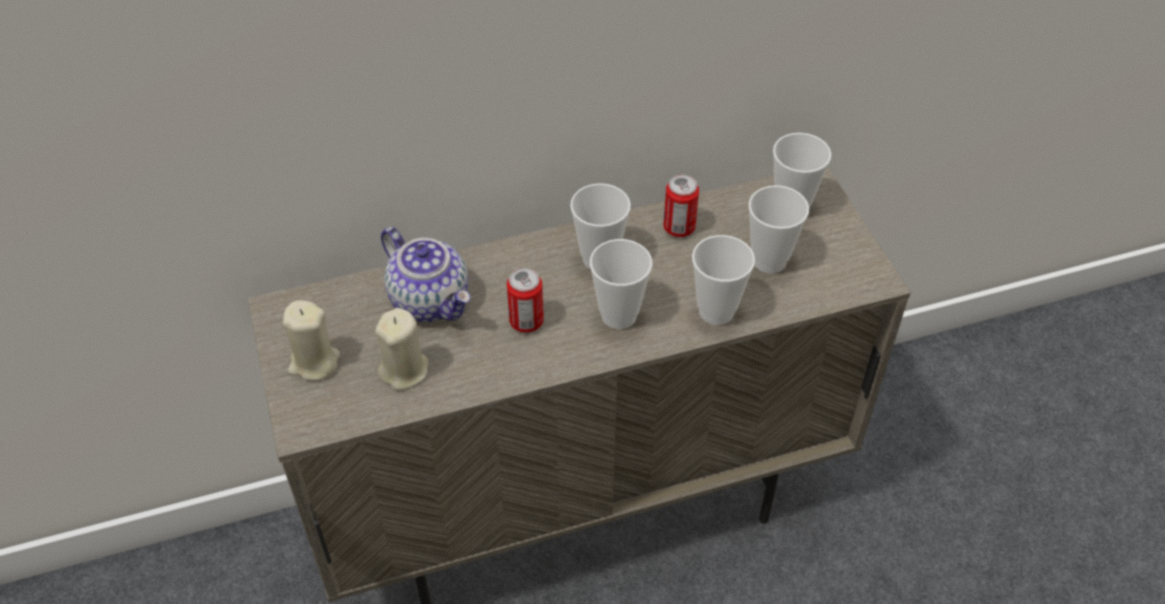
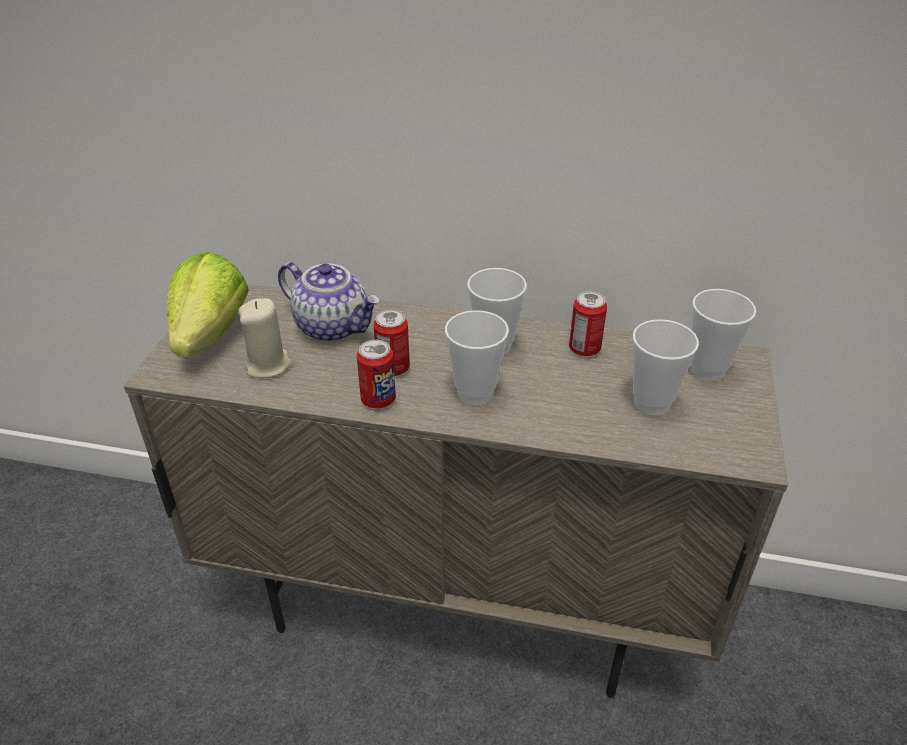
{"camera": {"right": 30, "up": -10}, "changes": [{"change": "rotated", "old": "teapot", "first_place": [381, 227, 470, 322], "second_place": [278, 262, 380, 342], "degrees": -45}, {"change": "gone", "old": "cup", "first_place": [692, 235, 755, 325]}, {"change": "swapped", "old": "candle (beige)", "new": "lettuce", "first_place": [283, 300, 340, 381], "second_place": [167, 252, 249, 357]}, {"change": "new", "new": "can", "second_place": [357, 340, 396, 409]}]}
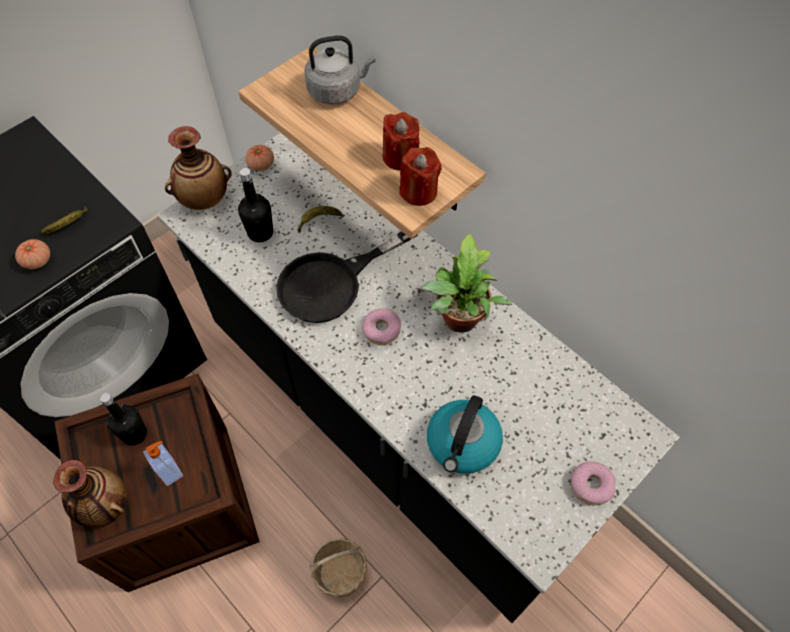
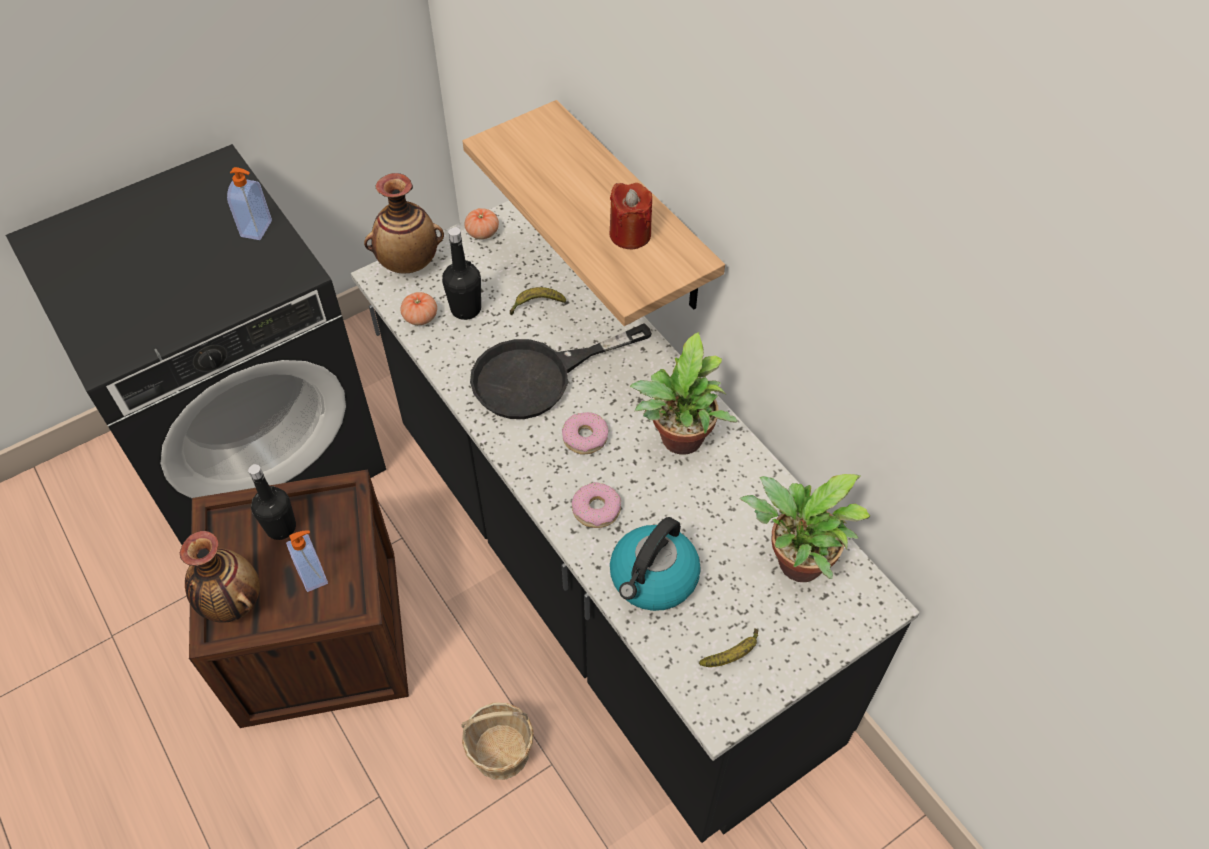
{"camera": {"right": 10, "up": -5}, "changes": [{"change": "gone", "old": "kettle (grey)", "first_place": [304, 35, 376, 104]}, {"change": "gone", "old": "candle (red)", "first_place": [399, 147, 442, 206]}, {"change": "shifted", "old": "banana", "first_place": [41, 206, 88, 234], "second_place": [699, 628, 758, 667]}, {"change": "shifted", "old": "tomato", "first_place": [15, 239, 50, 270], "second_place": [400, 292, 437, 325]}, {"change": "shifted", "old": "donut", "first_place": [570, 462, 616, 505], "second_place": [572, 482, 621, 528]}, {"change": "new", "new": "soap dispenser", "second_place": [227, 167, 272, 240]}, {"change": "new", "new": "potted plant", "second_place": [739, 474, 870, 582]}]}
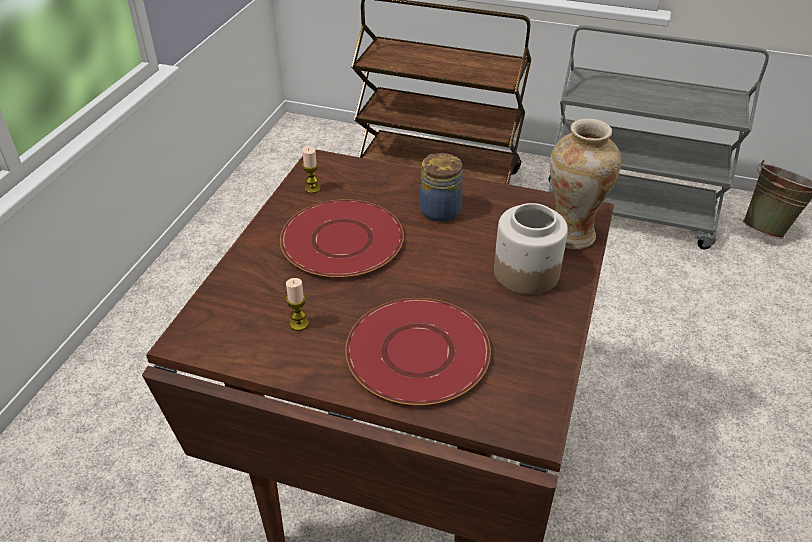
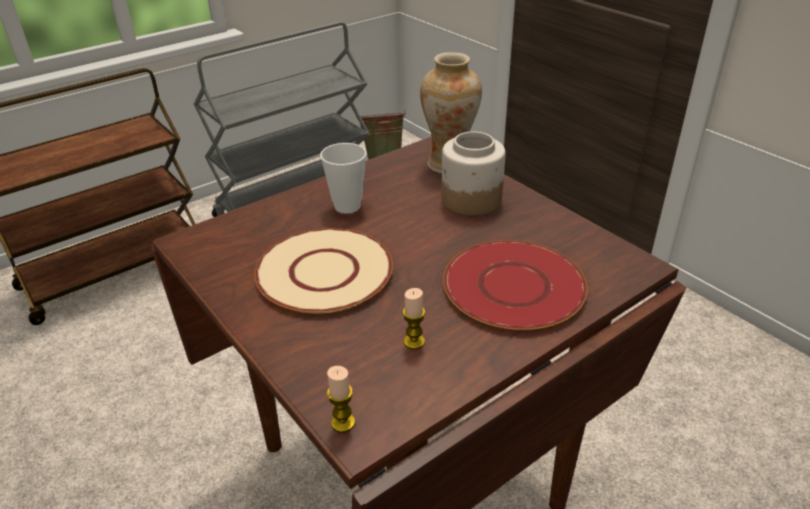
{"camera": {"right": -55, "up": -5}, "changes": [{"change": "shifted", "old": "candle", "first_place": [302, 146, 320, 193], "second_place": [327, 366, 355, 433]}, {"change": "swapped", "old": "jar", "new": "cup", "first_place": [419, 153, 463, 222], "second_place": [320, 143, 367, 213]}, {"change": "repainted", "old": "plate (red)", "new": "plate (beige)", "first_place": [280, 199, 404, 278], "second_place": [254, 228, 393, 313]}]}
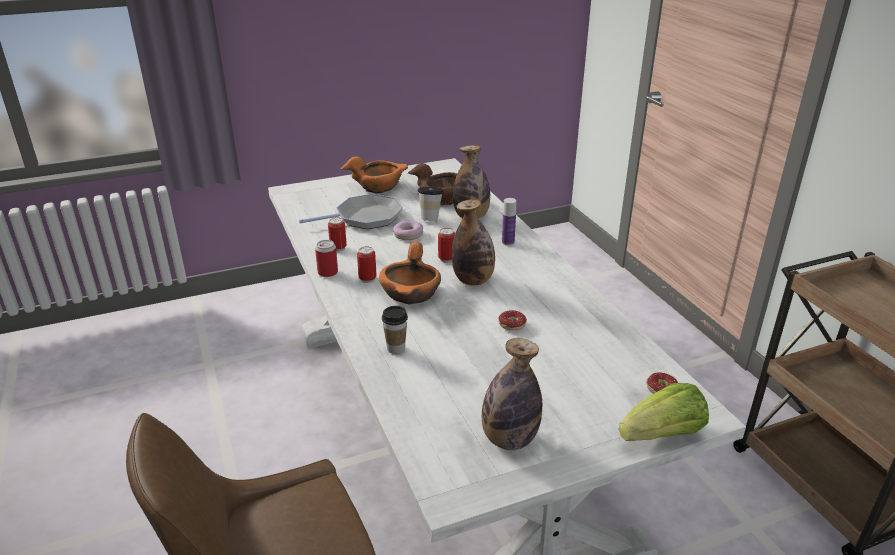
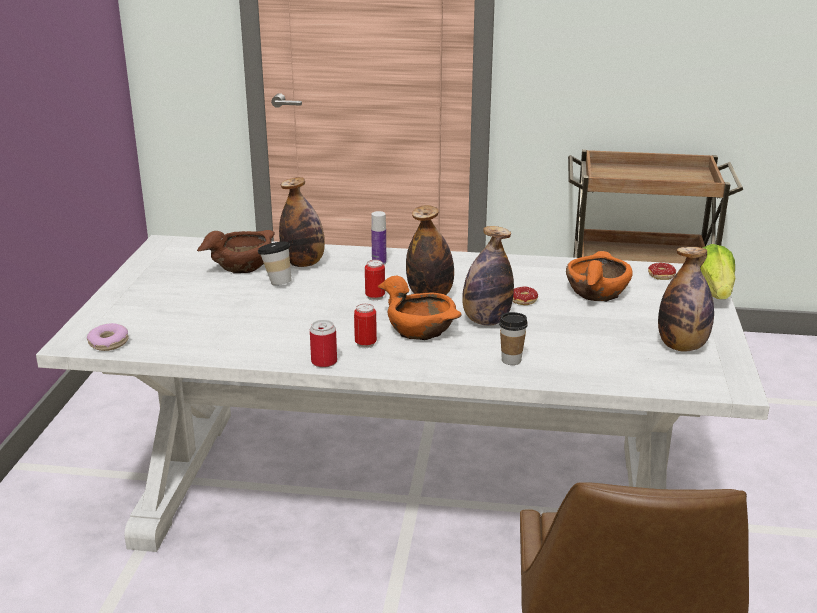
{"camera": {"right": -60, "up": -5}, "changes": [{"change": "shifted", "old": "bowl (orange)", "first_place": [341, 156, 408, 193], "second_place": [566, 251, 633, 302]}, {"change": "gone", "old": "frying pan", "first_place": [299, 194, 403, 229]}, {"change": "gone", "old": "can", "first_place": [328, 217, 347, 252]}, {"change": "shifted", "old": "donut", "first_place": [393, 221, 423, 240], "second_place": [87, 323, 129, 351]}, {"change": "new", "new": "bottle", "second_place": [462, 226, 514, 326]}]}
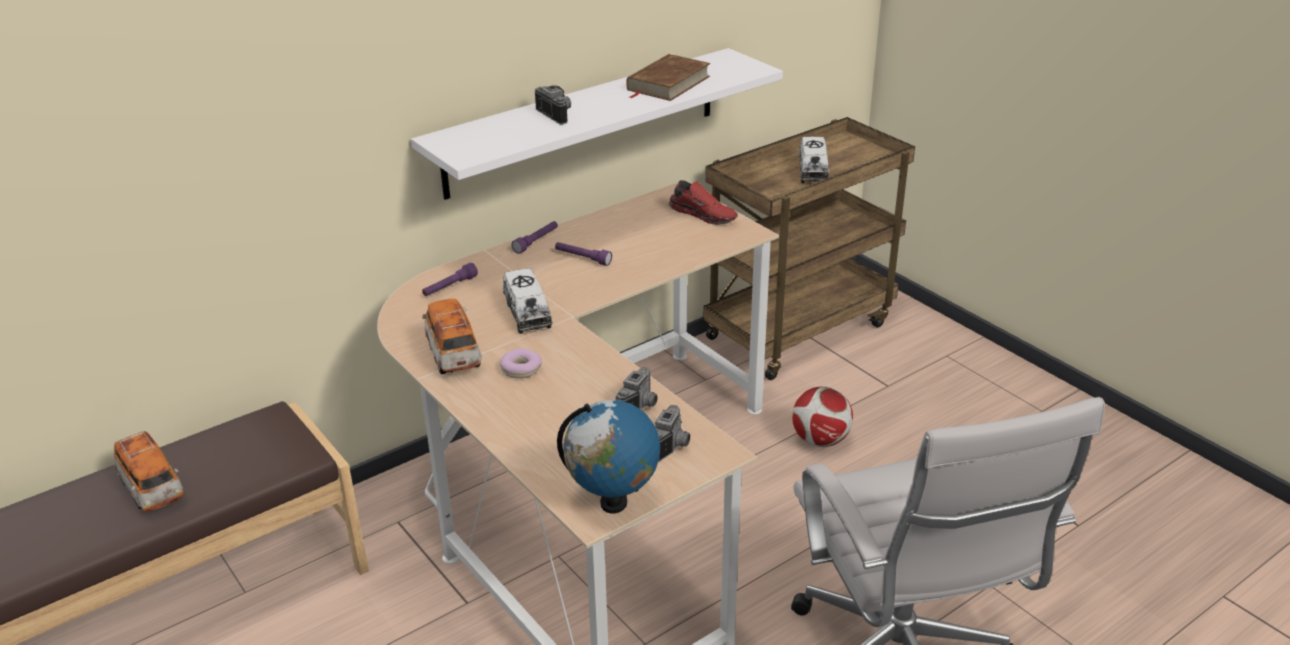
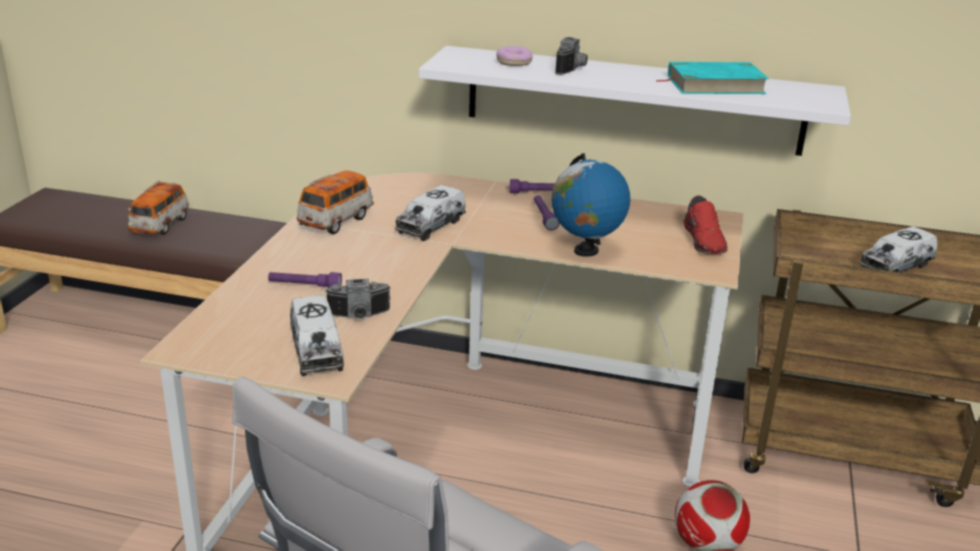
{"camera": {"right": 50, "up": -5}, "changes": [{"change": "repainted", "old": "book (brown)", "new": "book (turquoise)", "first_place": [626, 54, 711, 101], "second_place": [657, 62, 769, 94]}, {"change": "shifted", "old": "flashlight (purple)", "first_place": [422, 263, 478, 296], "second_place": [268, 272, 342, 288]}, {"change": "shifted", "old": "donut", "first_place": [500, 348, 542, 378], "second_place": [496, 46, 533, 66]}, {"change": "shifted", "old": "globe", "first_place": [557, 400, 660, 514], "second_place": [551, 153, 630, 257]}, {"change": "swapped", "old": "photo camera", "new": "toy truck", "first_place": [655, 405, 690, 462], "second_place": [290, 295, 344, 376]}]}
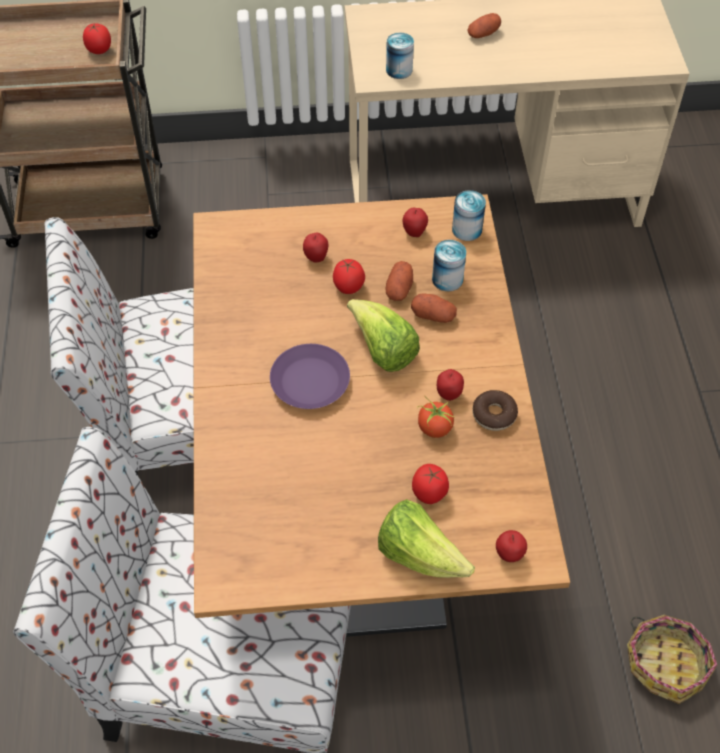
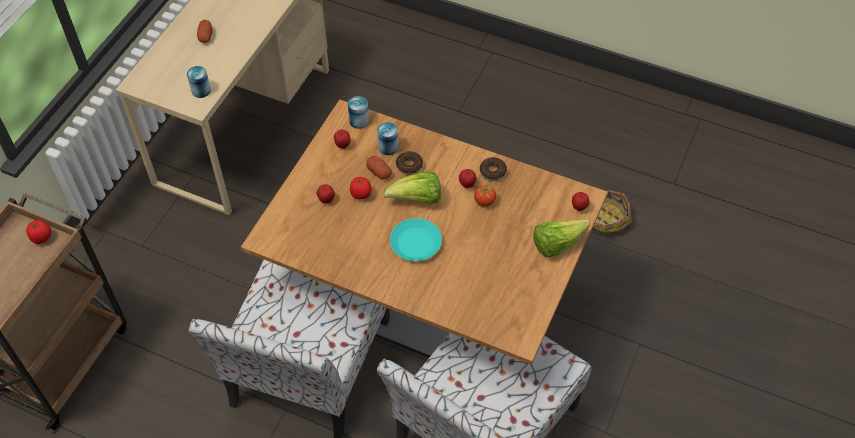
{"camera": {"right": -60, "up": 0}, "changes": [{"change": "swapped", "old": "potato", "new": "donut", "first_place": [411, 293, 457, 323], "second_place": [396, 151, 423, 175]}, {"change": "repainted", "old": "plate (purple)", "new": "plate (turquoise)", "first_place": [270, 344, 350, 409], "second_place": [390, 218, 442, 261]}, {"change": "gone", "old": "tomato", "first_place": [412, 464, 449, 504]}]}
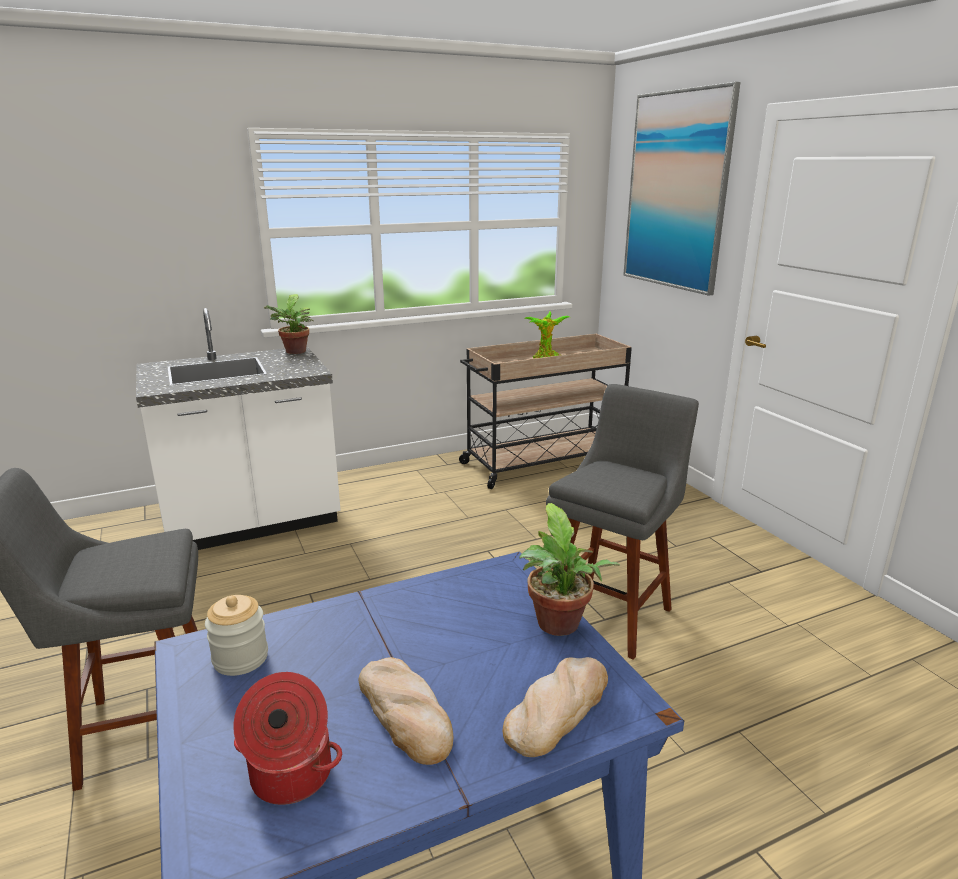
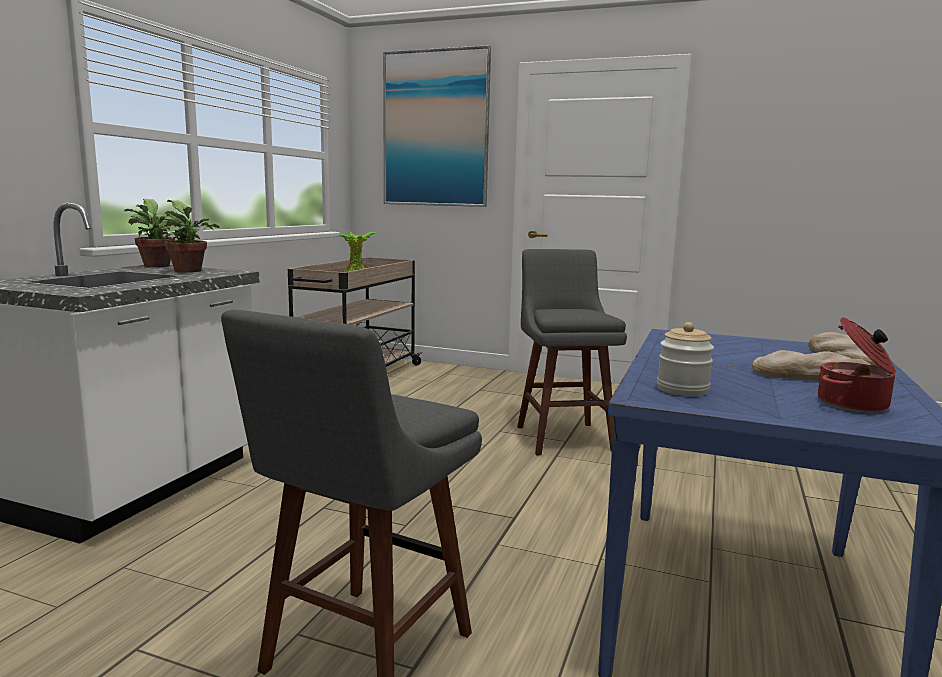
{"camera": {"right": -45, "up": -10}, "changes": [{"change": "shifted", "old": "potted plant", "first_place": [519, 503, 620, 636], "second_place": [161, 200, 220, 273]}]}
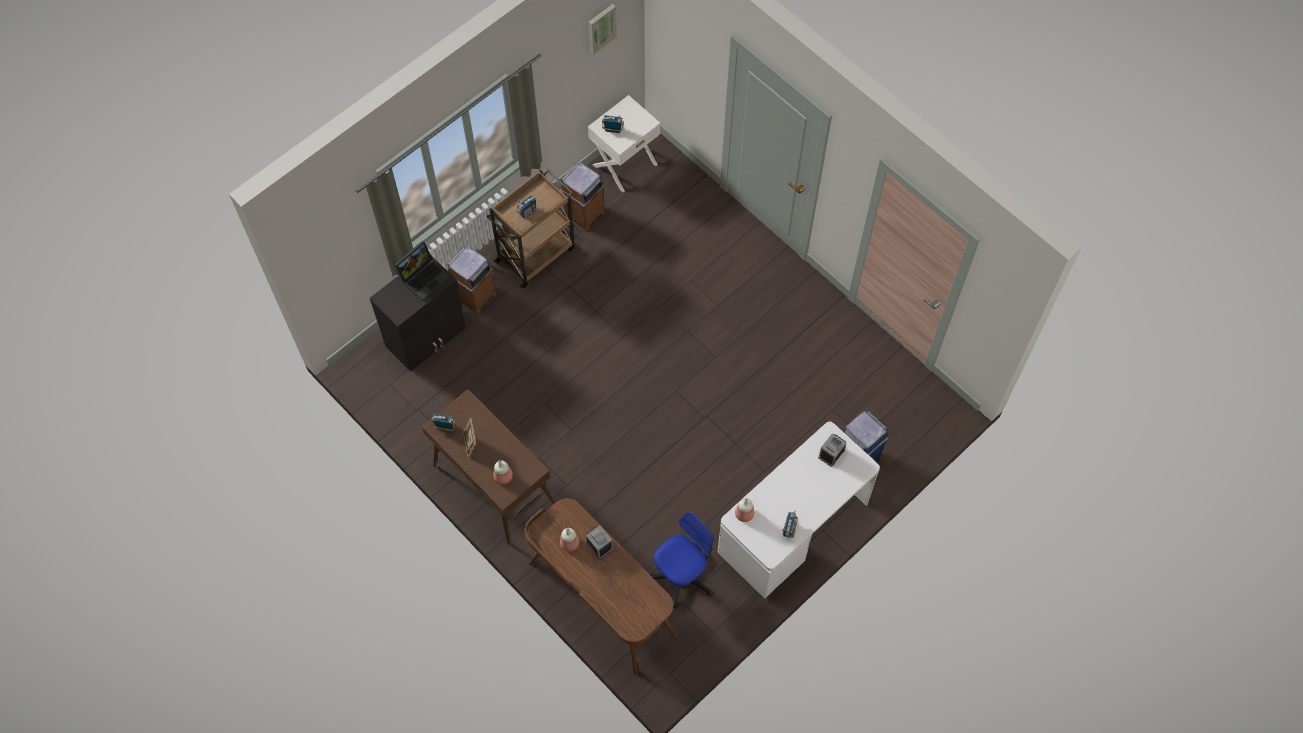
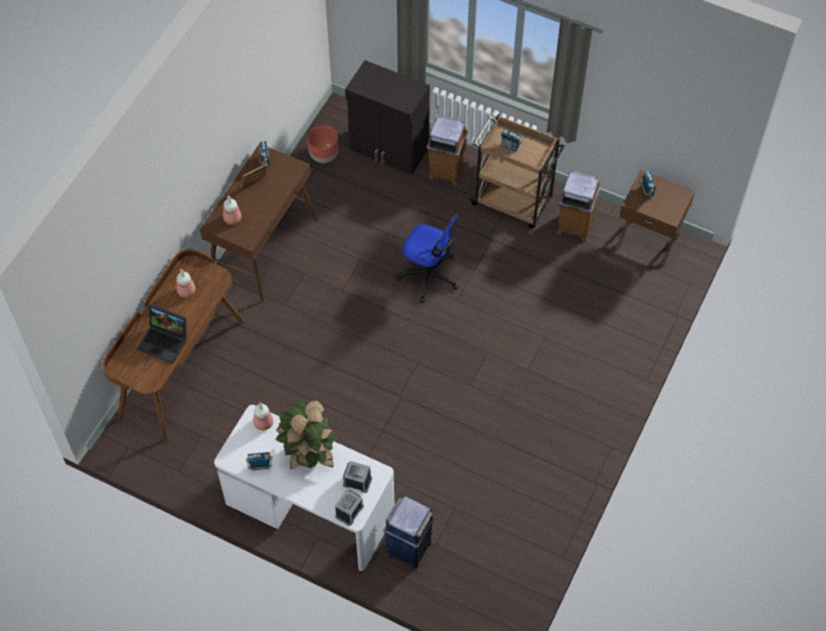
{"camera": {"right": 70, "up": -5}, "changes": [{"change": "gone", "old": "picture", "first_place": [589, 4, 617, 55]}, {"change": "repainted", "old": "nightstand (white)", "new": "nightstand (brown)", "first_place": [588, 95, 660, 192], "second_place": [616, 170, 695, 268]}, {"change": "shifted", "old": "laptop", "first_place": [394, 241, 450, 301], "second_place": [137, 304, 187, 364]}, {"change": "shifted", "old": "office chair", "first_place": [649, 512, 714, 608], "second_place": [396, 214, 459, 303]}, {"change": "shifted", "old": "alarm clock", "first_place": [586, 525, 613, 559], "second_place": [335, 489, 364, 526]}, {"change": "new", "new": "planter (brown)", "second_place": [307, 125, 338, 163]}, {"change": "new", "new": "potted plant", "second_place": [275, 400, 338, 470]}]}
